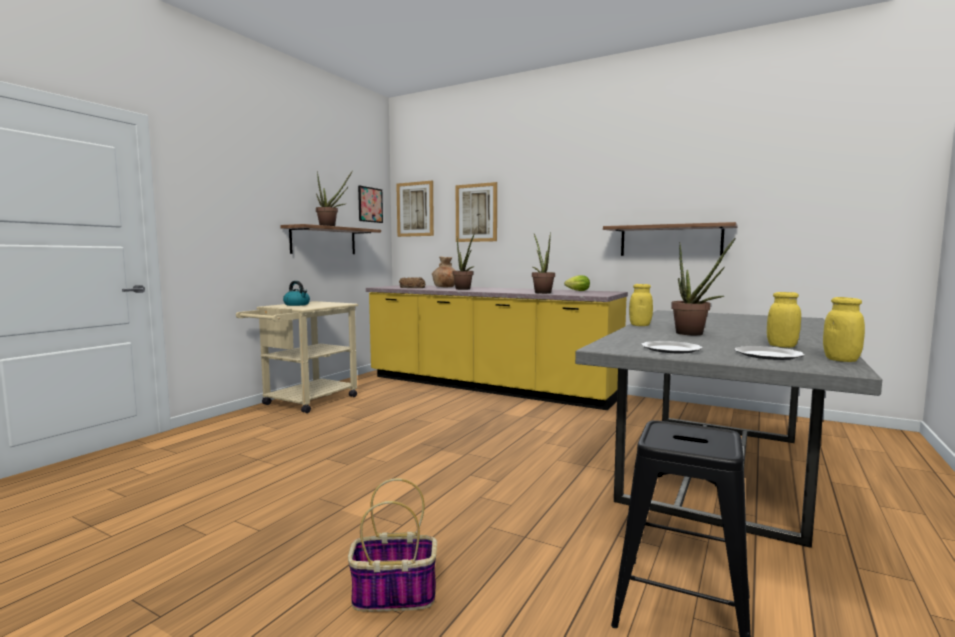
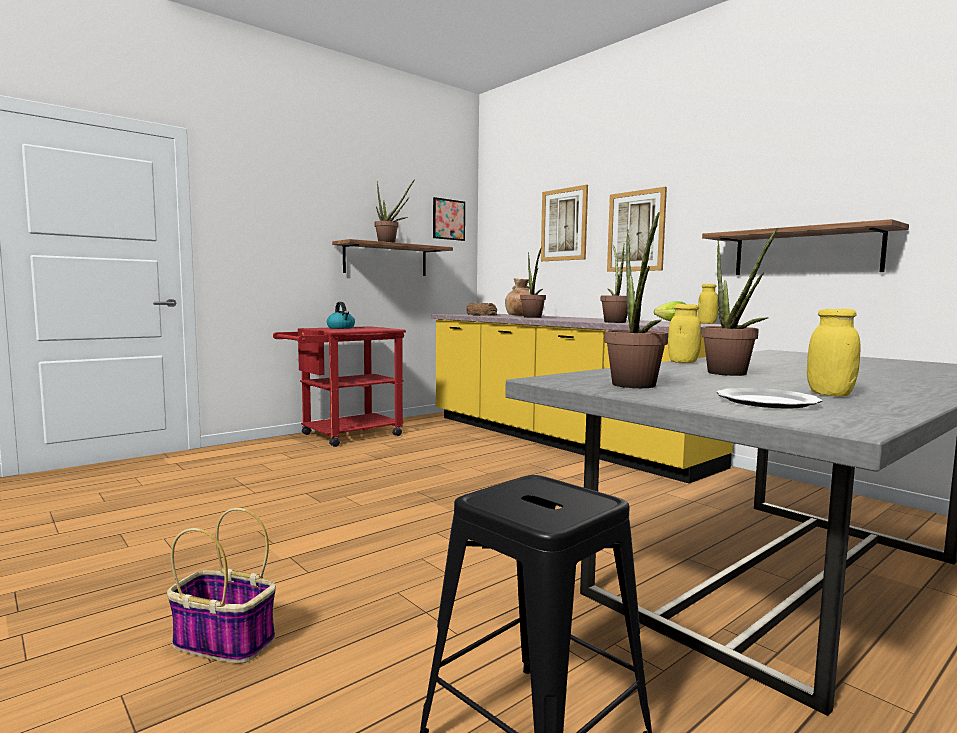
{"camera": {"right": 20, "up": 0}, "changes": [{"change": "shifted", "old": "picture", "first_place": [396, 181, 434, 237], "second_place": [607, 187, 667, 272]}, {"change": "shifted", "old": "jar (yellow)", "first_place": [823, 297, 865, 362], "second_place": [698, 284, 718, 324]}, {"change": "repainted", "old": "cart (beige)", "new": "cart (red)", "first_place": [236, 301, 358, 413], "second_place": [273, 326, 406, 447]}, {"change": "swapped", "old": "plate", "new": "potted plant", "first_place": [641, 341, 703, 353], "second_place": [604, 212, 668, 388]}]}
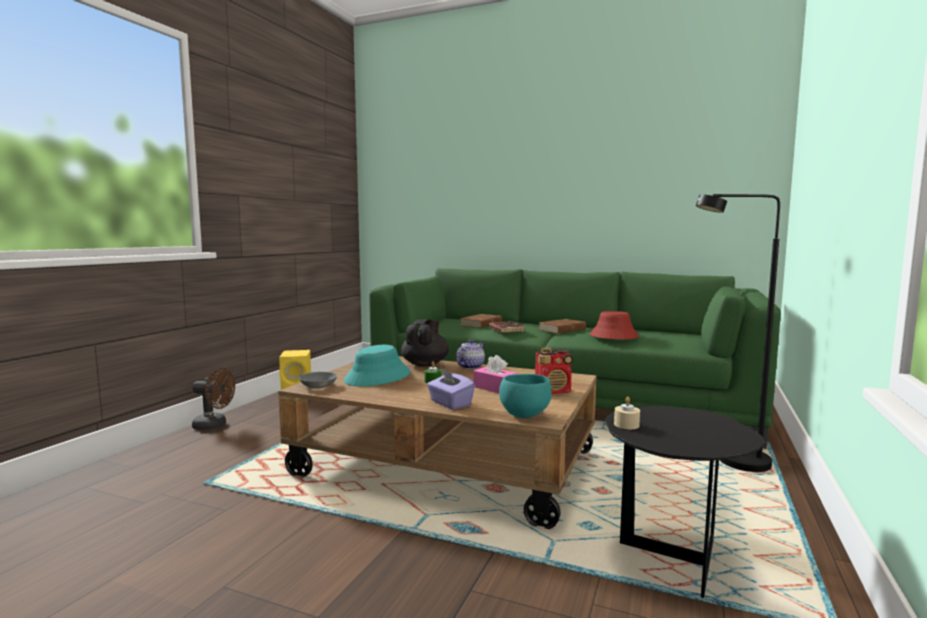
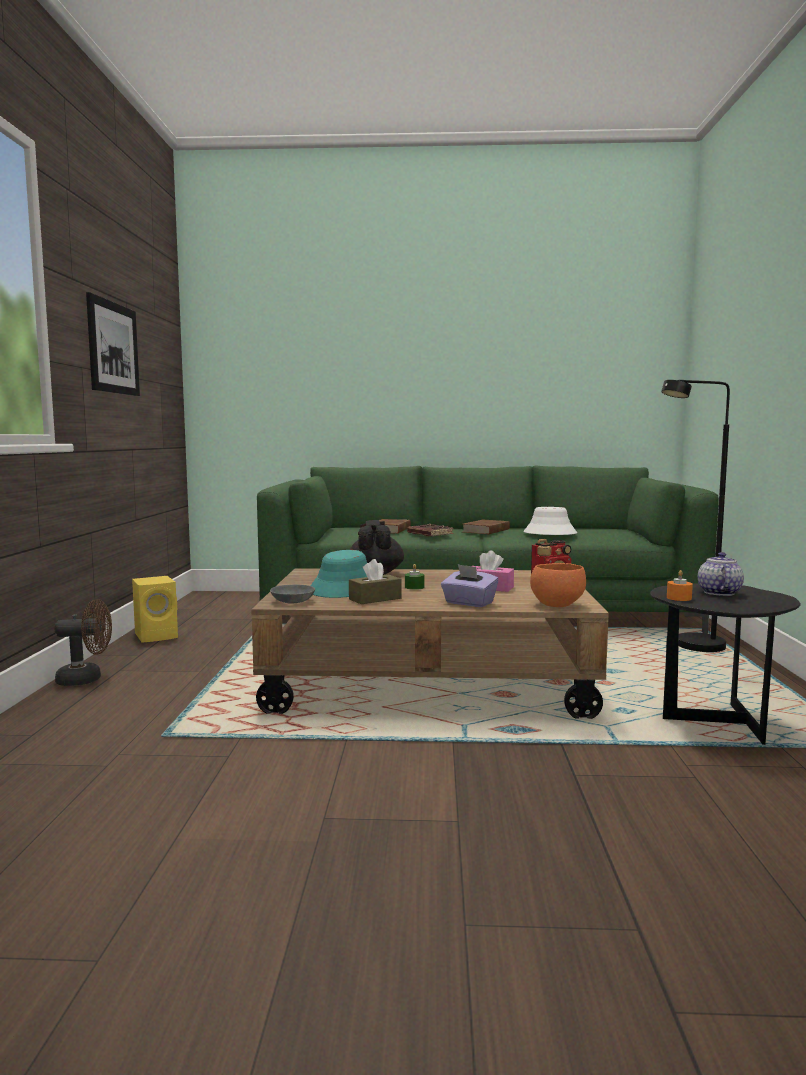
{"camera": {"right": -20, "up": 0}, "changes": [{"change": "repainted", "old": "hat (red)", "new": "hat (white)", "first_place": [590, 311, 639, 339], "second_place": [524, 507, 577, 535]}, {"change": "shifted", "old": "teapot", "first_place": [456, 339, 485, 369], "second_place": [698, 552, 744, 596]}, {"change": "repainted", "old": "bowl (turquoise)", "new": "bowl (orange)", "first_place": [499, 374, 552, 418], "second_place": [530, 563, 586, 607]}, {"change": "repainted", "old": "candle (beige)", "new": "candle (orange)", "first_place": [614, 397, 640, 429], "second_place": [667, 570, 693, 601]}, {"change": "new", "new": "picture", "second_place": [86, 292, 140, 396]}, {"change": "new", "new": "tissue box (brown)", "second_place": [349, 559, 402, 604]}]}
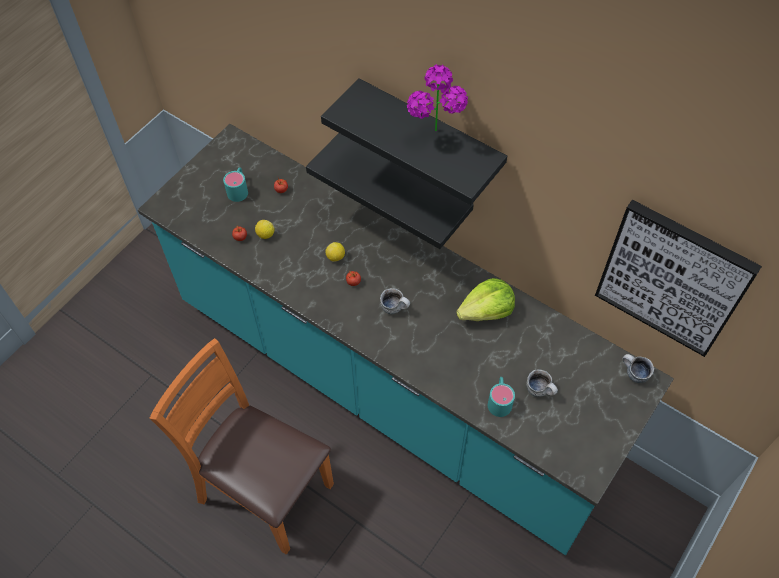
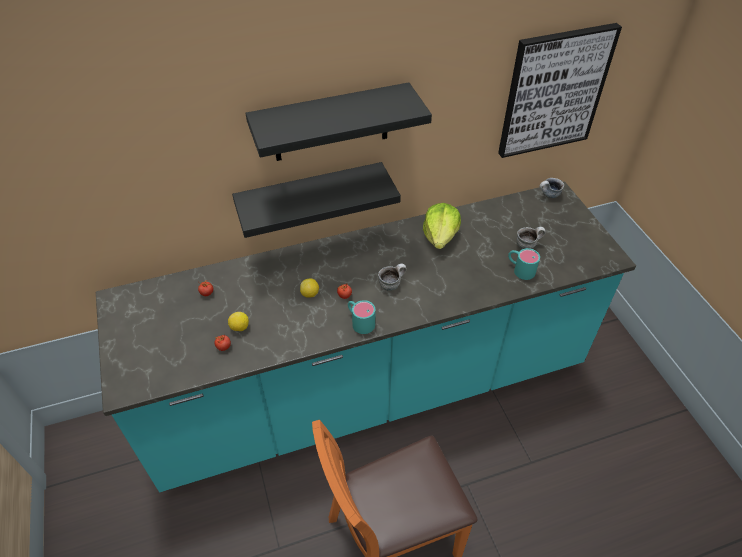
{"camera": {"right": -55, "up": -10}, "changes": [{"change": "gone", "old": "potted plant", "first_place": [407, 64, 468, 131]}, {"change": "shifted", "old": "mug (turquoise)", "first_place": [223, 167, 248, 202], "second_place": [348, 300, 375, 334]}]}
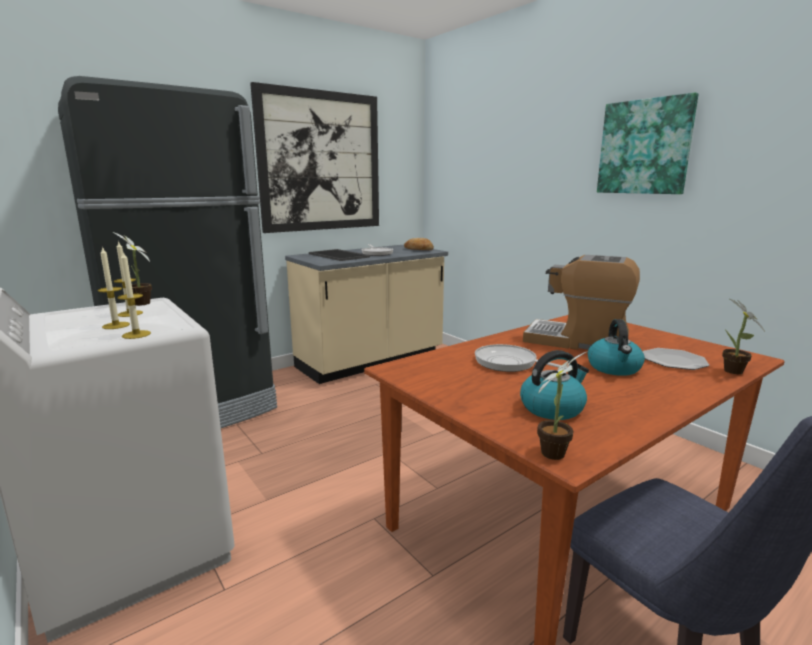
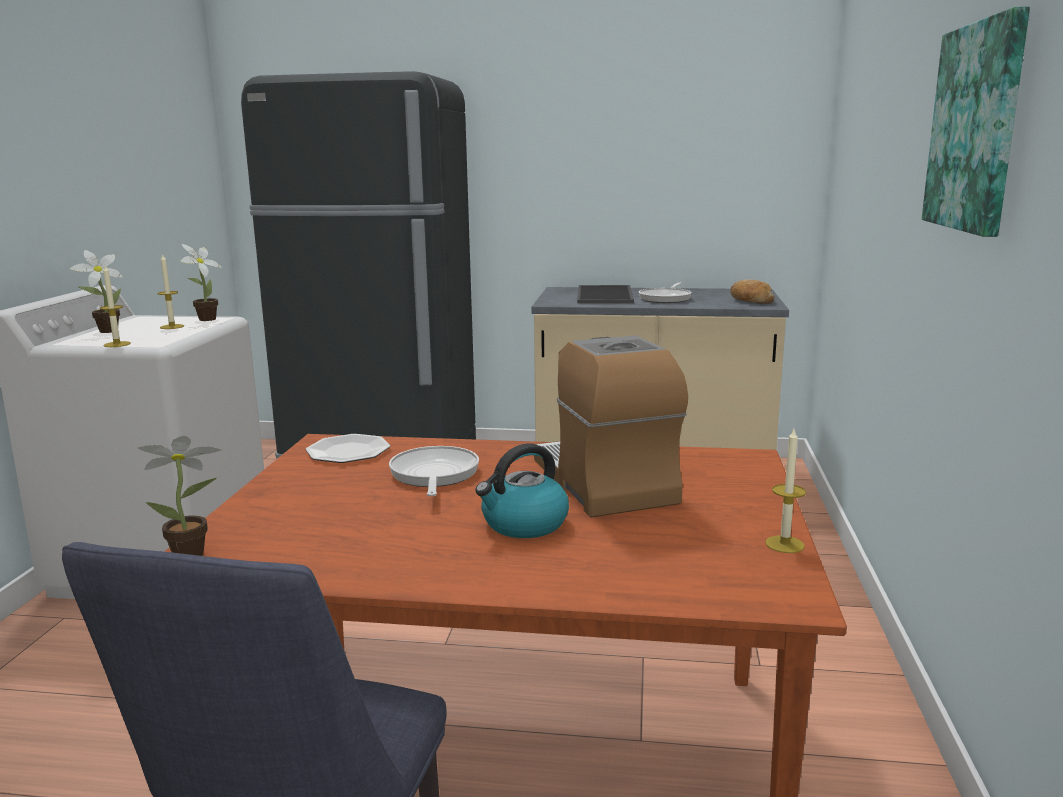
{"camera": {"right": 45, "up": 0}, "changes": [{"change": "gone", "old": "picture", "first_place": [250, 82, 379, 233]}, {"change": "shifted", "old": "candle", "first_place": [98, 246, 130, 329], "second_place": [765, 429, 806, 553]}, {"change": "shifted", "old": "potted plant", "first_place": [722, 299, 765, 374], "second_place": [70, 250, 123, 333]}, {"change": "shifted", "old": "plate", "first_place": [643, 348, 709, 370], "second_place": [306, 434, 390, 463]}, {"change": "gone", "old": "kettle", "first_place": [520, 350, 589, 420]}]}
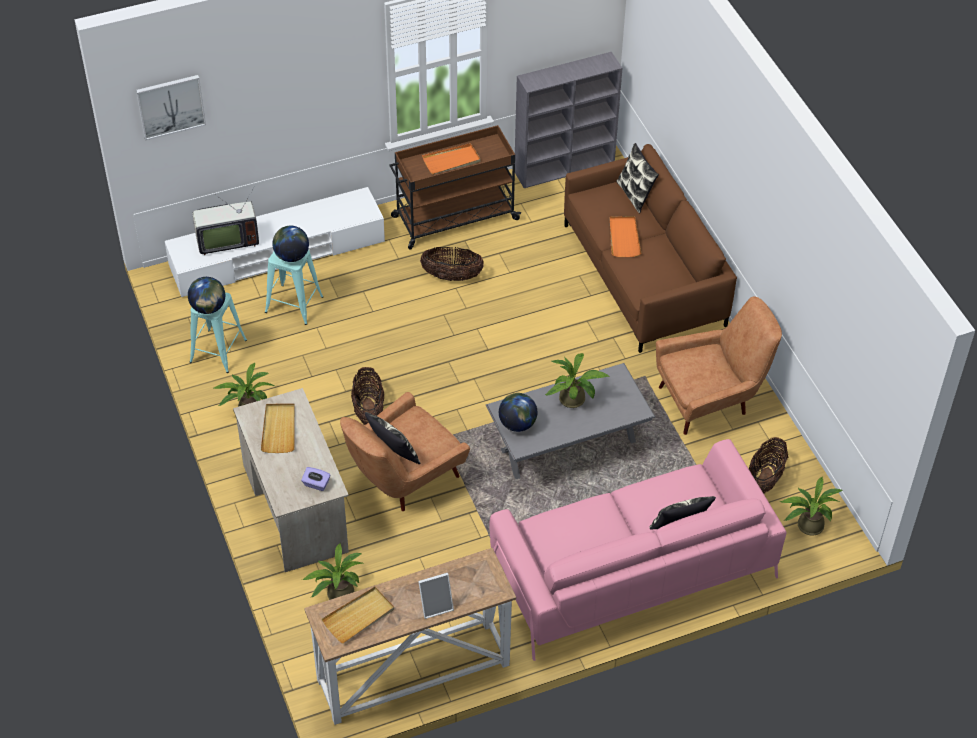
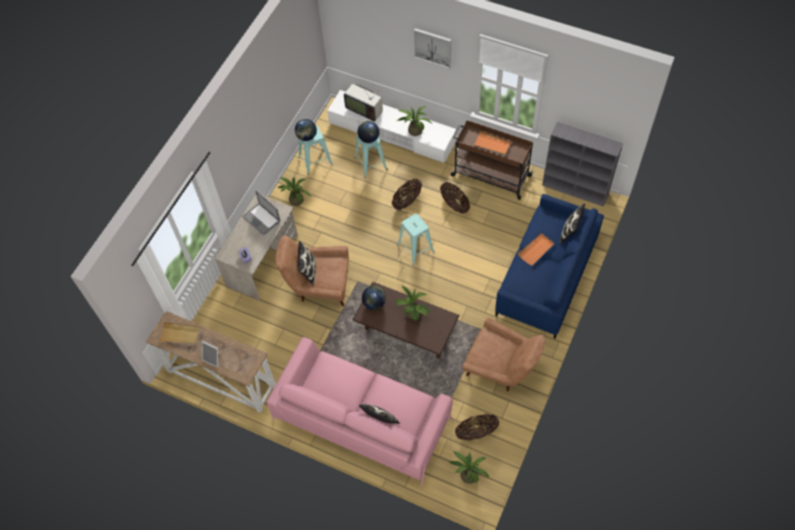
{"camera": {"right": 50, "up": 10}, "changes": [{"change": "shifted", "old": "picture", "first_place": [136, 75, 206, 140], "second_place": [414, 28, 451, 69]}, {"change": "repainted", "old": "sofa (brown)", "new": "sofa (blue)", "first_place": [564, 144, 737, 353], "second_place": [495, 194, 604, 339]}, {"change": "repainted", "old": "coffee table (grey)", "new": "coffee table (brown)", "first_place": [486, 363, 655, 479], "second_place": [352, 282, 459, 359]}, {"change": "shifted", "old": "basket", "first_place": [351, 367, 384, 425], "second_place": [392, 179, 422, 210]}, {"change": "swapped", "old": "tray (beige)", "new": "laptop", "first_place": [261, 403, 295, 453], "second_place": [242, 191, 280, 235]}, {"change": "shifted", "old": "potted plant", "first_place": [302, 543, 363, 600], "second_place": [397, 106, 431, 136]}, {"change": "new", "new": "stool (turquoise)", "second_place": [397, 214, 435, 266]}]}
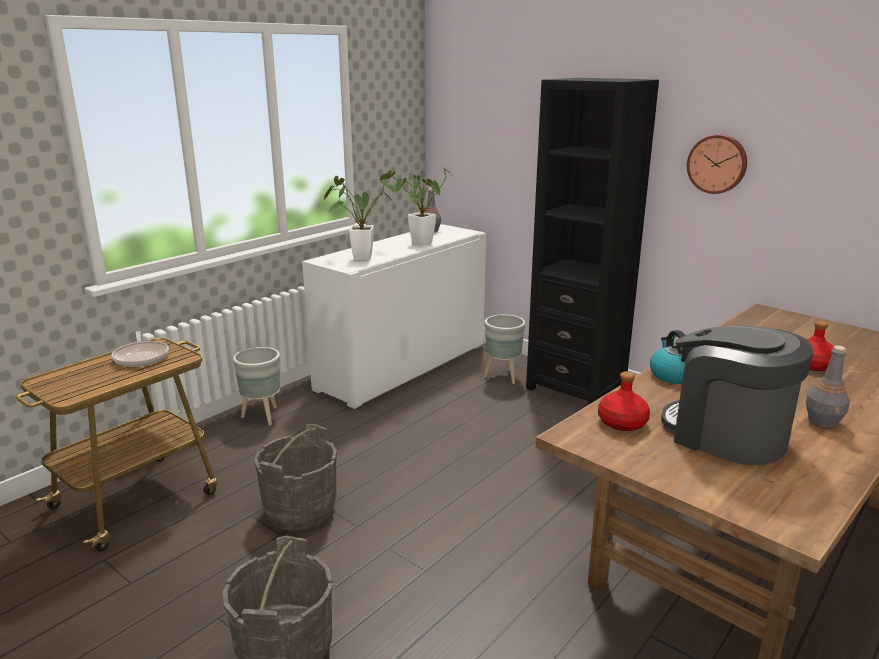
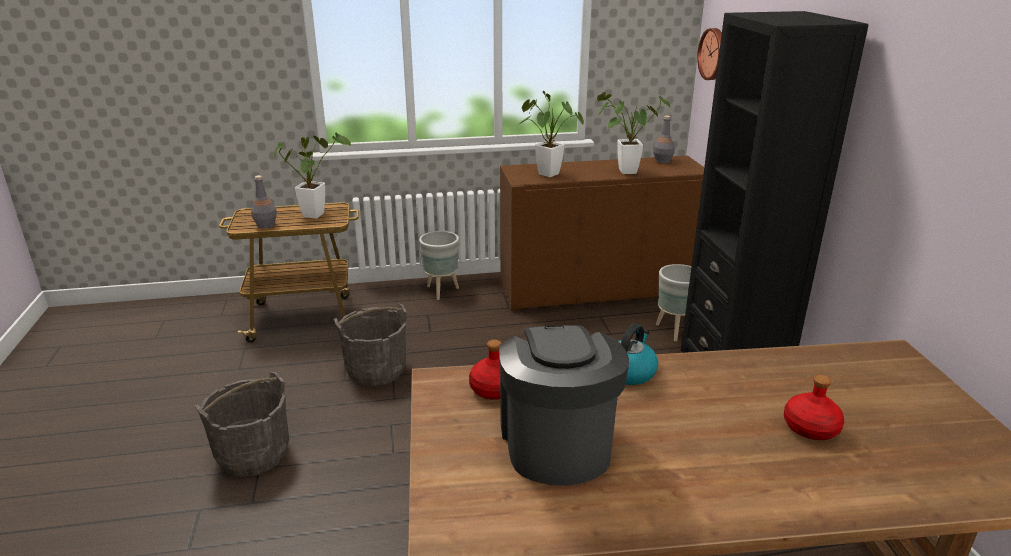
{"camera": {"right": 40, "up": 5}, "changes": [{"change": "shifted", "old": "wall clock", "first_place": [687, 135, 747, 194], "second_place": [697, 28, 722, 80]}, {"change": "repainted", "old": "cabinet (white)", "new": "cabinet (brown)", "first_place": [302, 224, 486, 409], "second_place": [500, 155, 704, 311]}, {"change": "swapped", "old": "frying pan", "new": "potted plant", "first_place": [111, 331, 169, 367], "second_place": [274, 133, 351, 219]}, {"change": "shifted", "old": "bottle (grey)", "first_place": [805, 346, 850, 428], "second_place": [251, 175, 277, 229]}]}
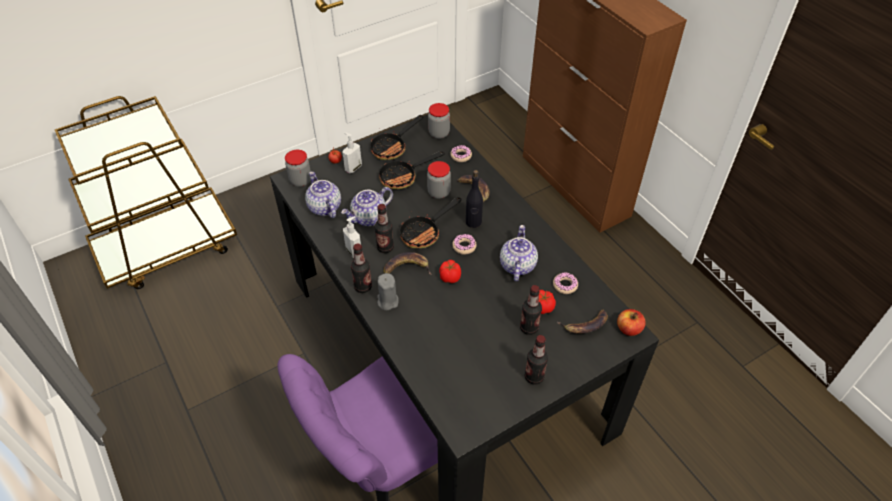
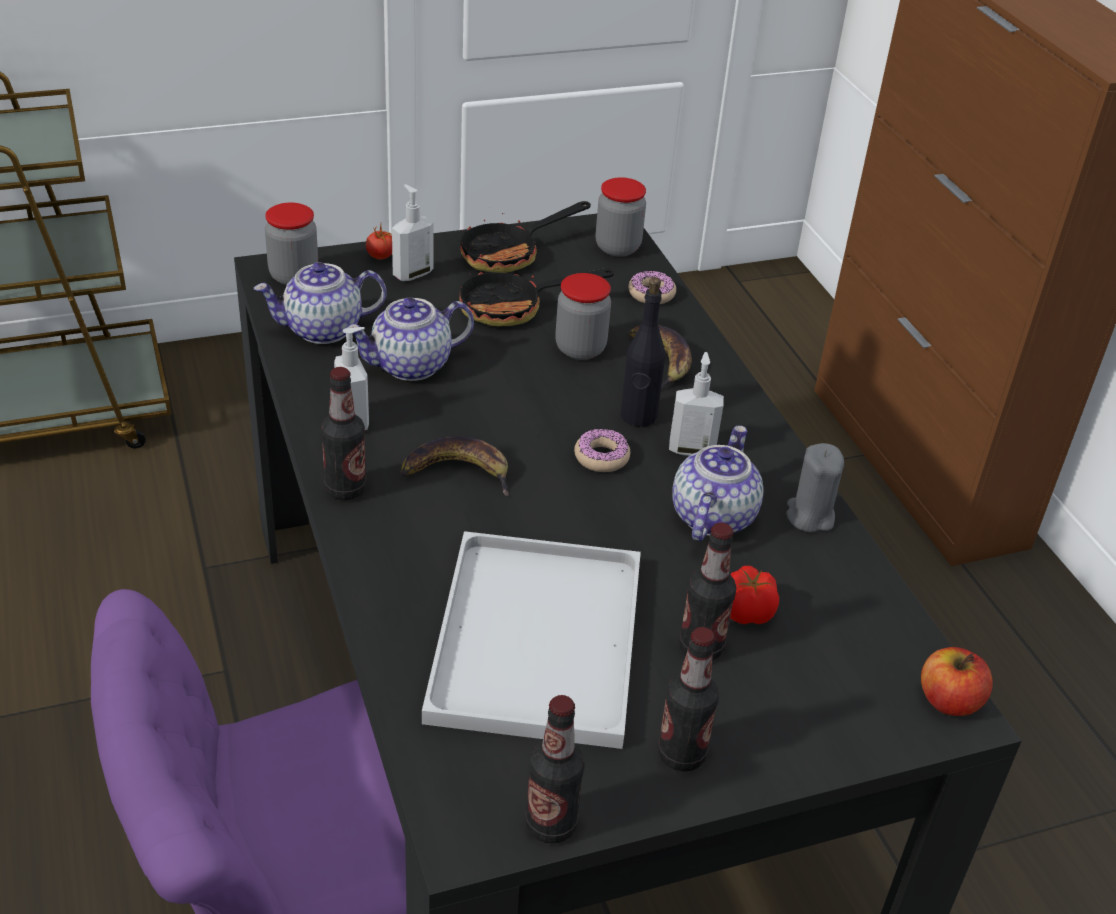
{"camera": {"right": 10, "up": -10}, "changes": [{"change": "rotated", "old": "teapot", "first_place": [305, 171, 341, 218], "second_place": [254, 262, 387, 344], "degrees": -90}, {"change": "gone", "old": "frying pan", "first_place": [400, 197, 461, 248]}, {"change": "shifted", "old": "bottle", "first_place": [375, 204, 394, 253], "second_place": [525, 695, 585, 844]}, {"change": "gone", "old": "tomato", "first_place": [439, 260, 461, 283]}, {"change": "gone", "old": "donut", "first_place": [553, 272, 578, 294]}, {"change": "shifted", "old": "candle (grey)", "first_place": [377, 273, 399, 310], "second_place": [787, 443, 844, 533]}, {"change": "gone", "old": "banana", "first_place": [557, 309, 608, 334]}, {"change": "new", "new": "soap dispenser", "second_place": [669, 352, 724, 456]}, {"change": "new", "new": "tray (white)", "second_place": [422, 531, 641, 749]}]}
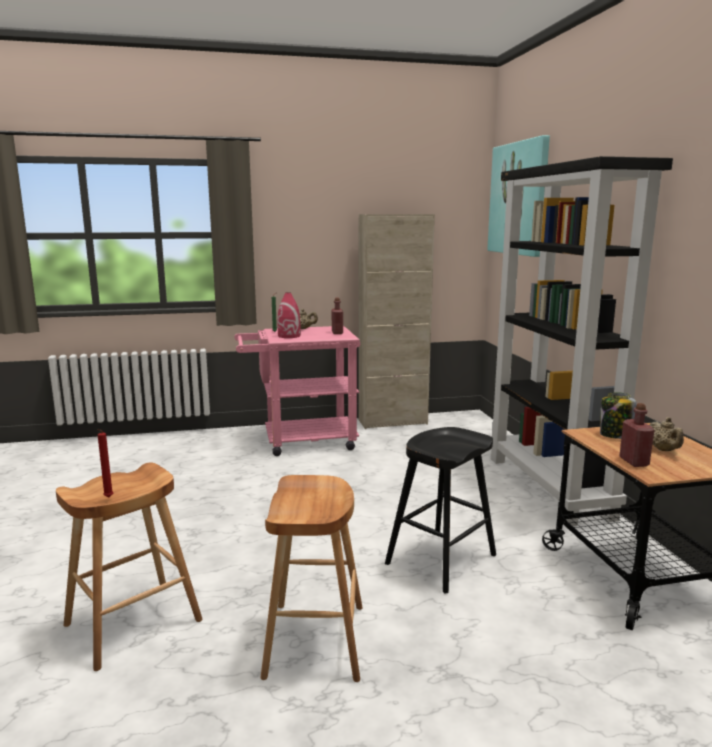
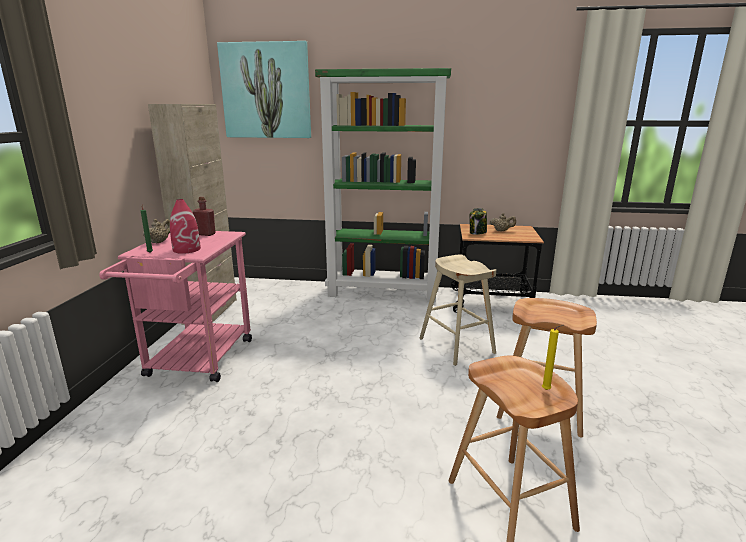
{"camera": {"right": -70, "up": 5}, "changes": [{"change": "repainted", "old": "bookcase (black)", "new": "bookcase (green)", "first_place": [491, 156, 673, 526], "second_place": [315, 68, 451, 302]}, {"change": "gone", "old": "bottle (red)", "first_place": [619, 403, 655, 467]}, {"change": "repainted", "old": "stool (black)", "new": "stool (beige)", "first_place": [385, 427, 496, 594], "second_place": [419, 254, 496, 366]}, {"change": "repainted", "old": "candle (red)", "new": "candle (yellow)", "first_place": [98, 429, 113, 497], "second_place": [542, 325, 563, 390]}]}
